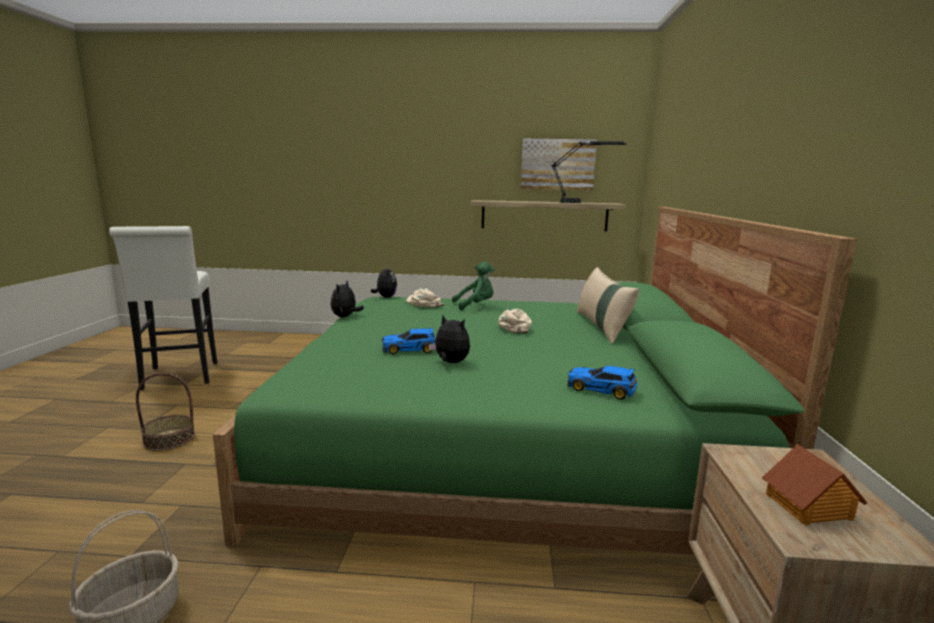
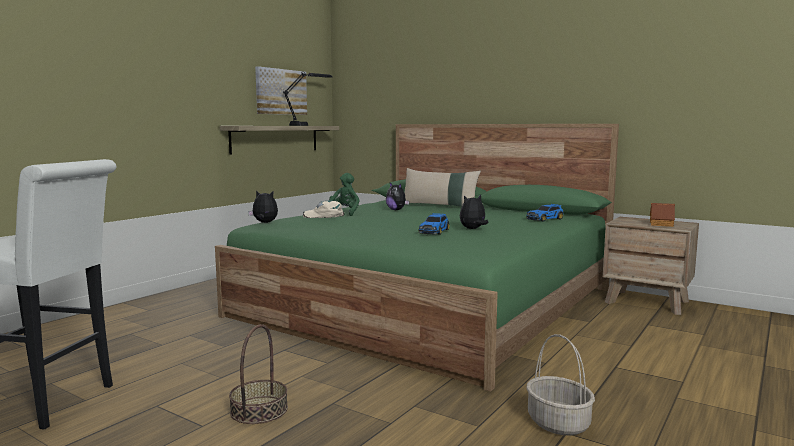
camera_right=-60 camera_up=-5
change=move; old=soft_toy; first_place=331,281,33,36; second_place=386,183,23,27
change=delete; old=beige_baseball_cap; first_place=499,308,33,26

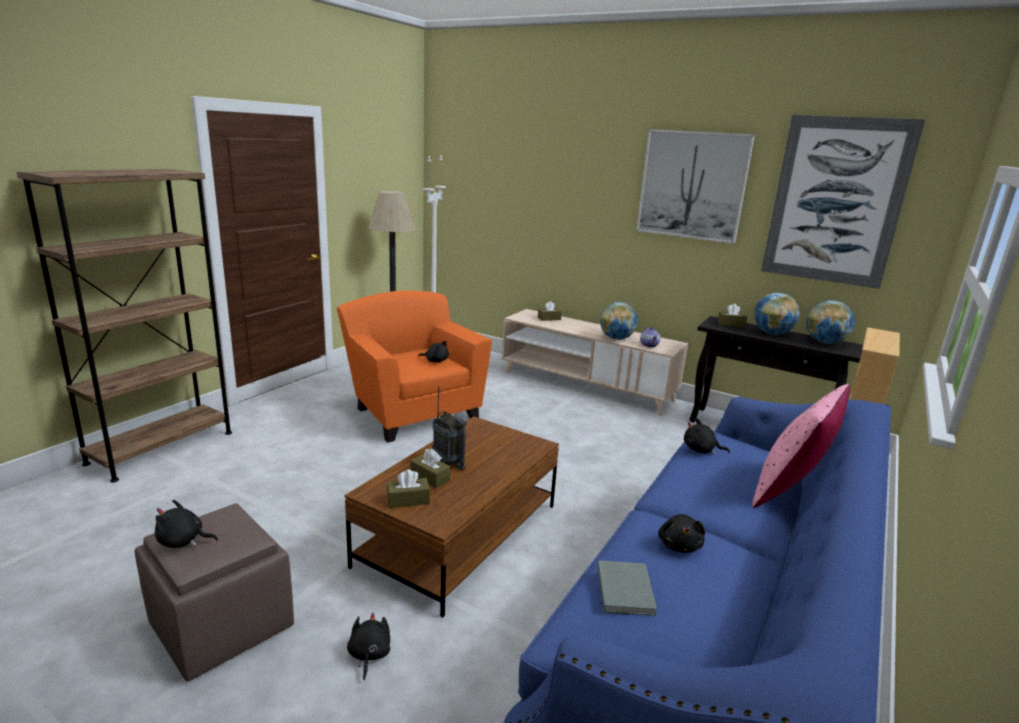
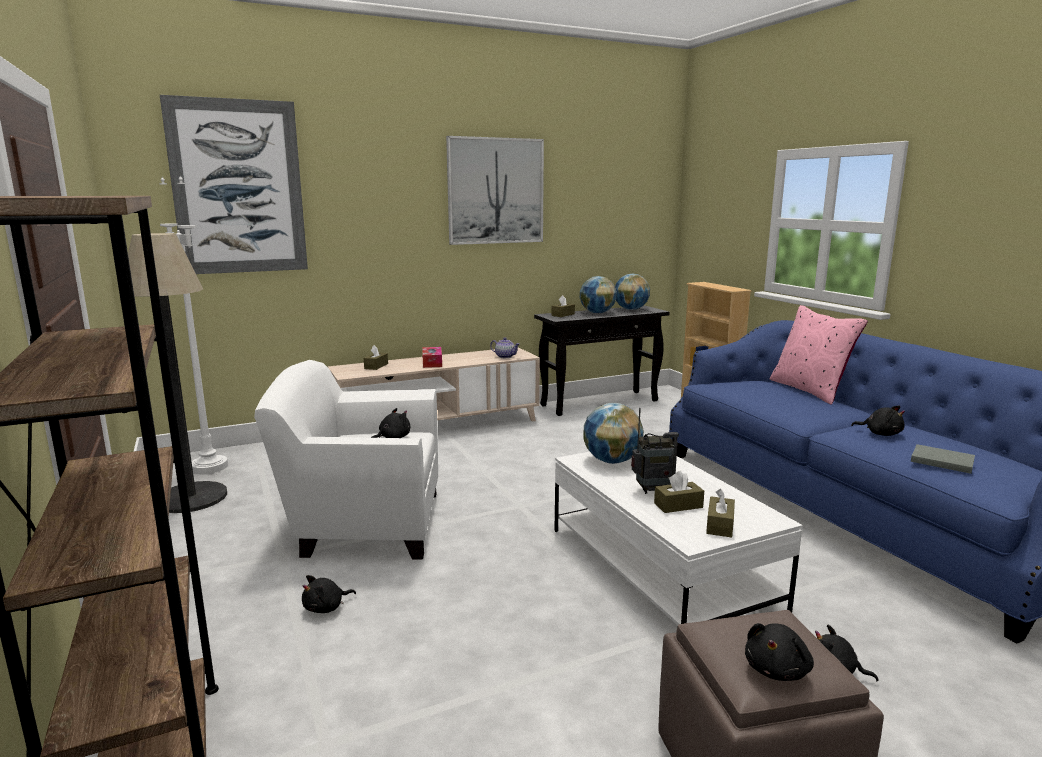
camera_right=-55 camera_up=-5
change=recolor; old=orangey_armchair; new=white-coloured_armchair; first_place=337,290,155,153; second_place=254,360,184,200
change=recolor; old=brown-coloured_coffee_table; new=white-coloured_coffee_table; first_place=345,417,214,200; second_place=554,452,249,173
change=move; old=globe; first_place=600,302,38,38; second_place=583,403,61,61
change=move; old=black-coloured_soft_toy; first_place=684,418,46,36; second_place=302,575,54,38
change=move; old=wall_art; first_place=761,115,164,174; second_place=160,95,148,179
change=insert; new=tissue_box; second_place=423,347,19,21

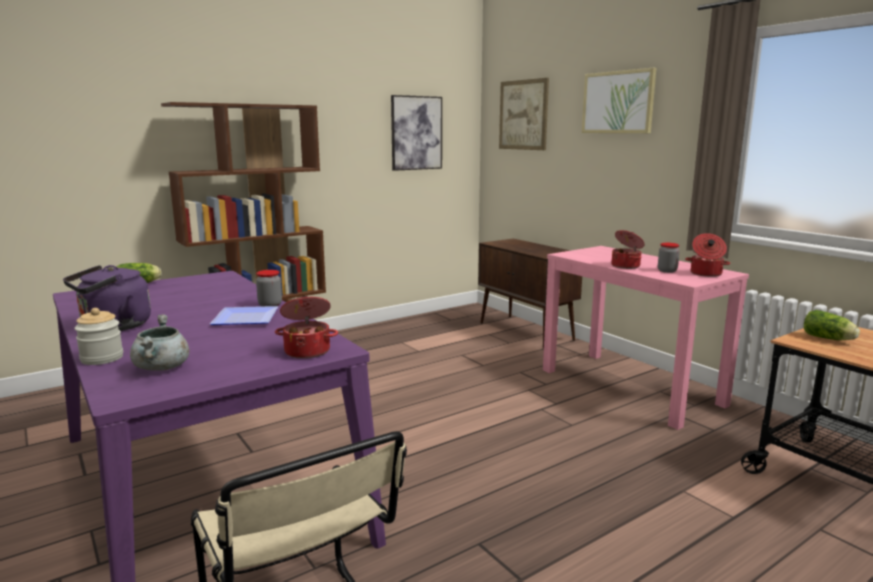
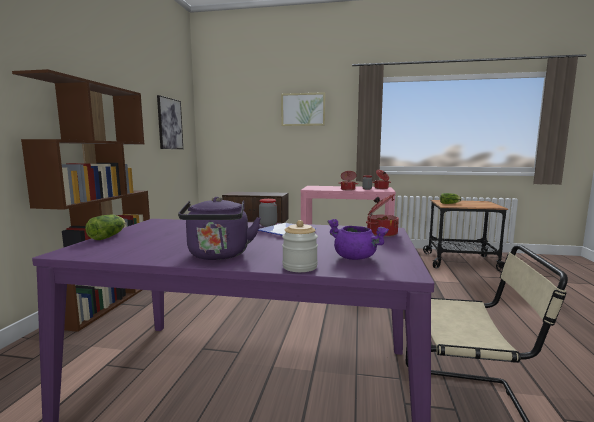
camera_right=-45 camera_up=-5
change=recolor; old=grey_cooking_pot; new=purple-coloured_cooking_pot; first_place=130,314,59,57; second_place=327,219,62,41
change=delete; old=wall_art; first_place=499,78,50,72

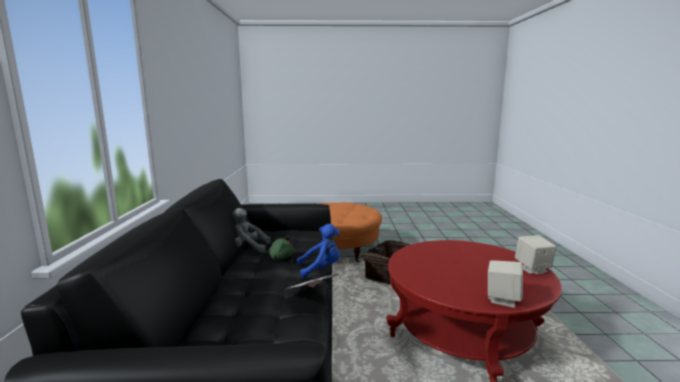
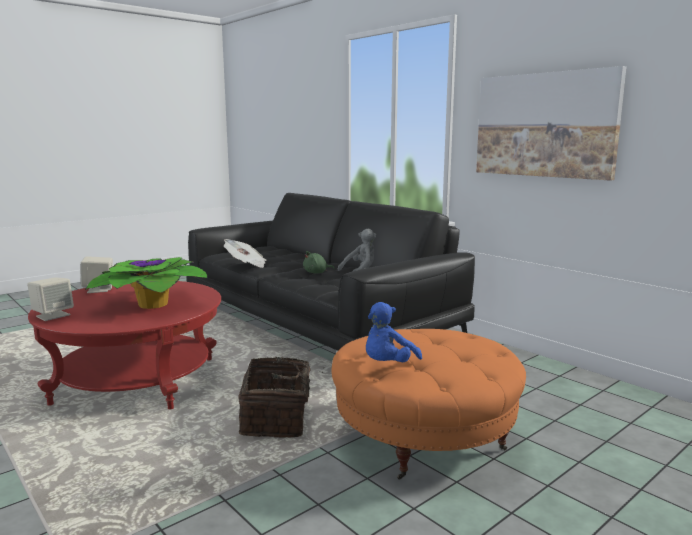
camera_right=140 camera_up=0
change=move; old=bluish_soft_toy; first_place=297,224,43,54; second_place=366,302,56,60
change=insert; new=houseplant; second_place=85,257,123,52
change=insert; new=wall_art; second_place=476,66,151,115

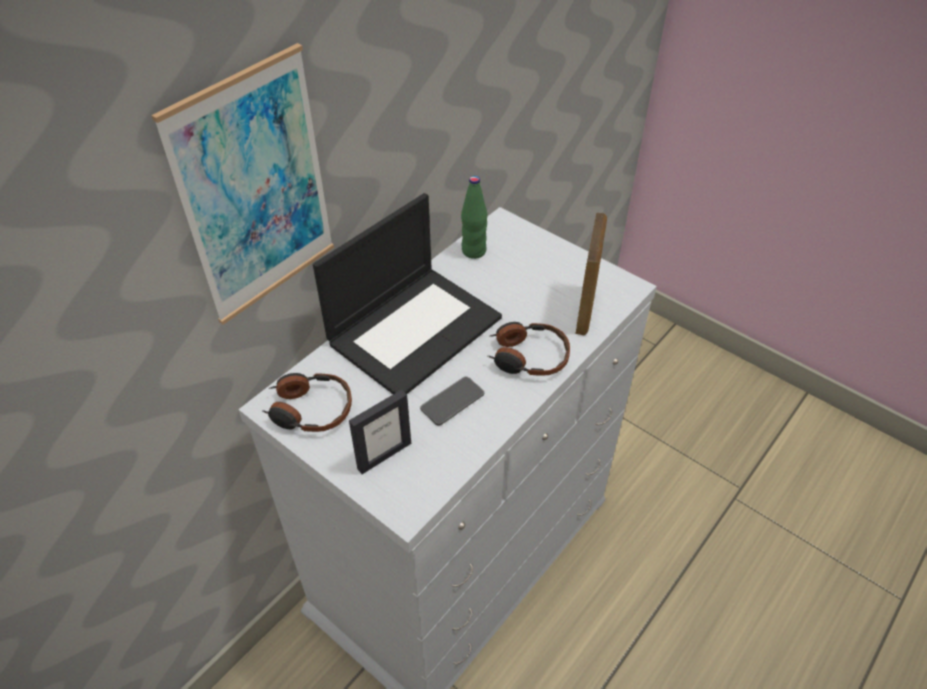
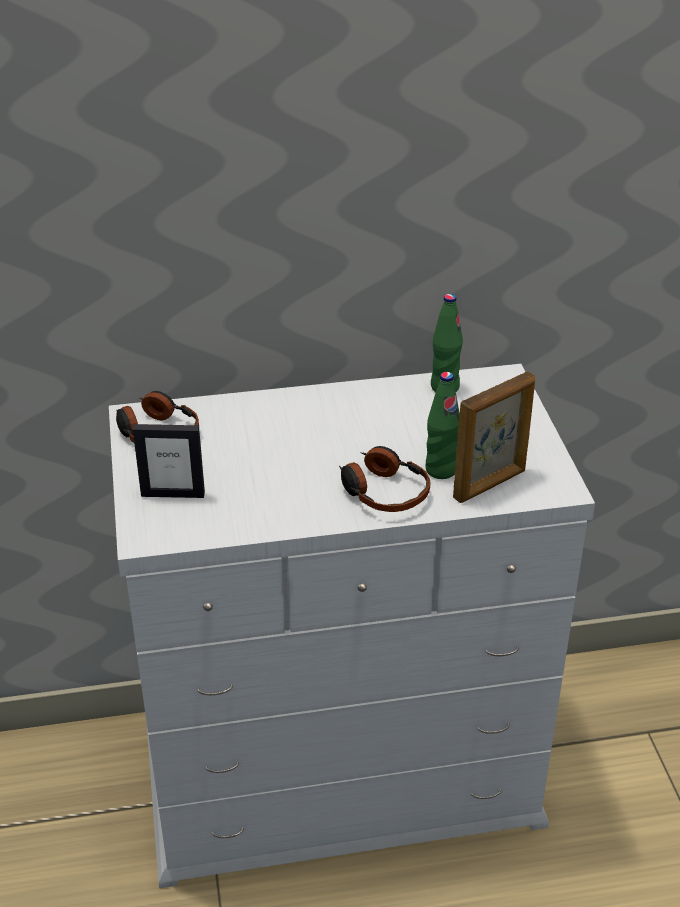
camera_right=40 camera_up=-10
change=delete; old=wall_art; first_place=151,43,183,282
change=delete; old=notebook_computer; first_place=313,193,189,201
change=delete; old=telephone; first_place=420,376,64,50
change=insert; new=green_beverage_bottle; second_place=425,372,35,107

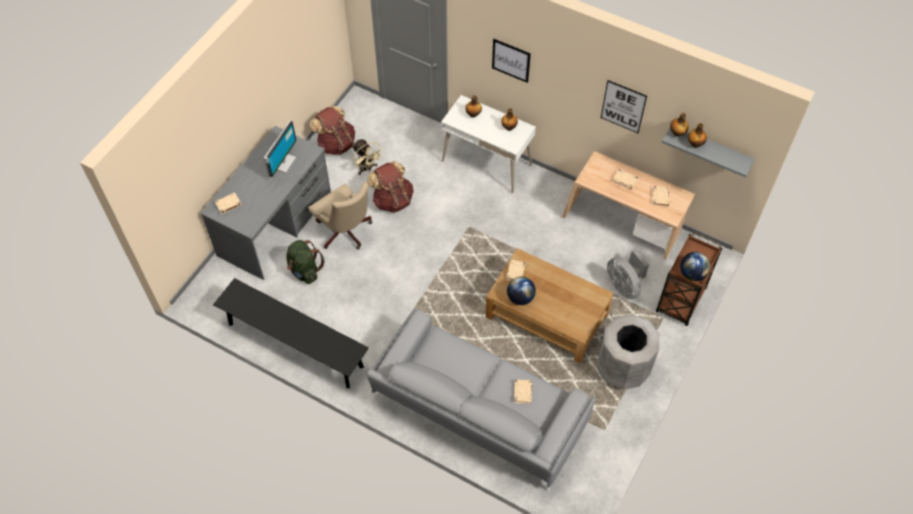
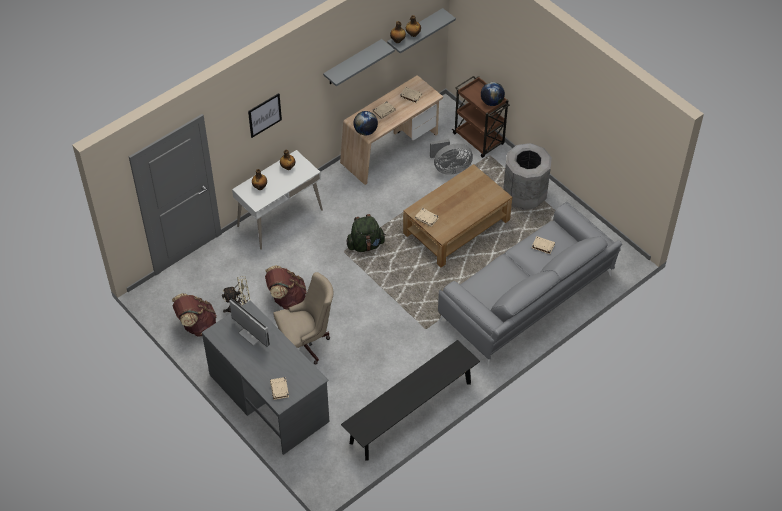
camera_right=-70 camera_up=-5
change=move; old=green_knapsack; first_place=286,240,38,44; second_place=346,214,40,38
change=move; old=globe; first_place=507,276,29,29; second_place=353,111,25,24
change=replace; old=wall_art; new=grey_bracket_shelf; first_place=601,80,46,53; second_place=323,39,72,47

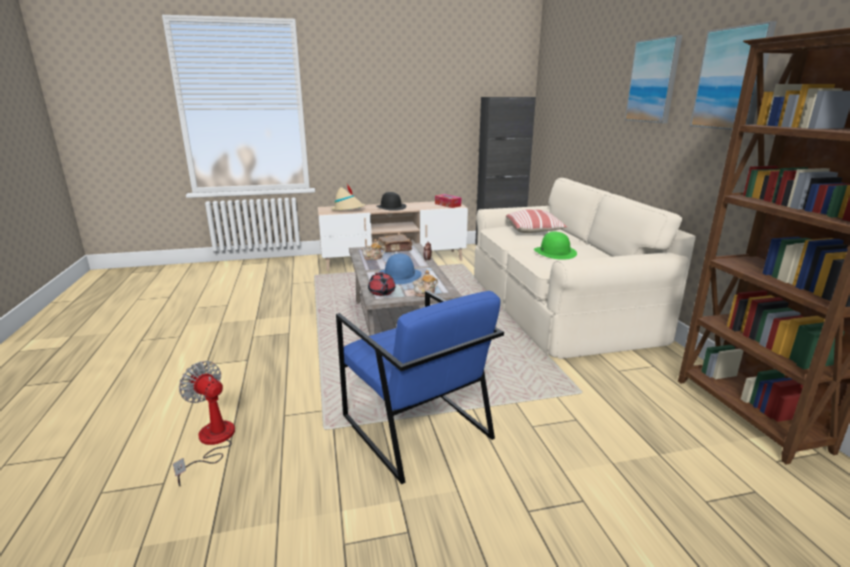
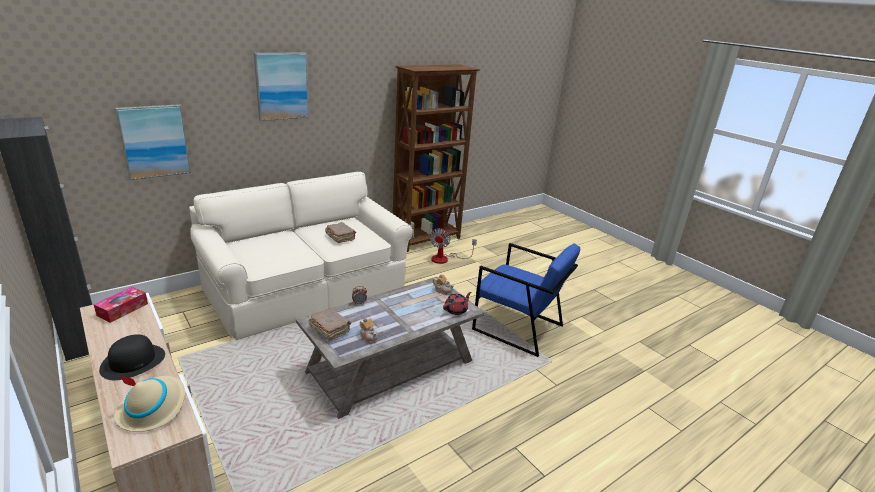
camera_right=-115 camera_up=5
change=move; old=electric_fan; first_place=173,361,62,125; second_place=429,228,48,36
change=rotate; old=bluish_armchair; first_place=336,291,168,193; second_place=472,243,108,114; degrees=90
change=delete; old=bluish_wearable_hat; first_place=378,253,44,31
change=delete; old=cushion; first_place=506,209,61,24
change=replace; old=green_wearable_hat; new=brown-coloured_bound_book; first_place=534,231,43,29; second_place=325,222,31,21
change=move; old=wall_art; first_place=690,21,87,109; second_place=115,104,76,76

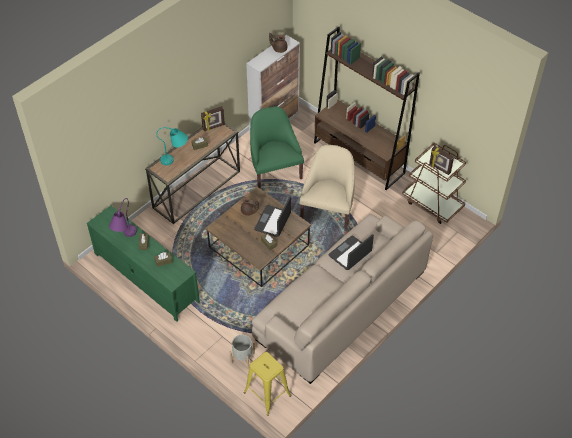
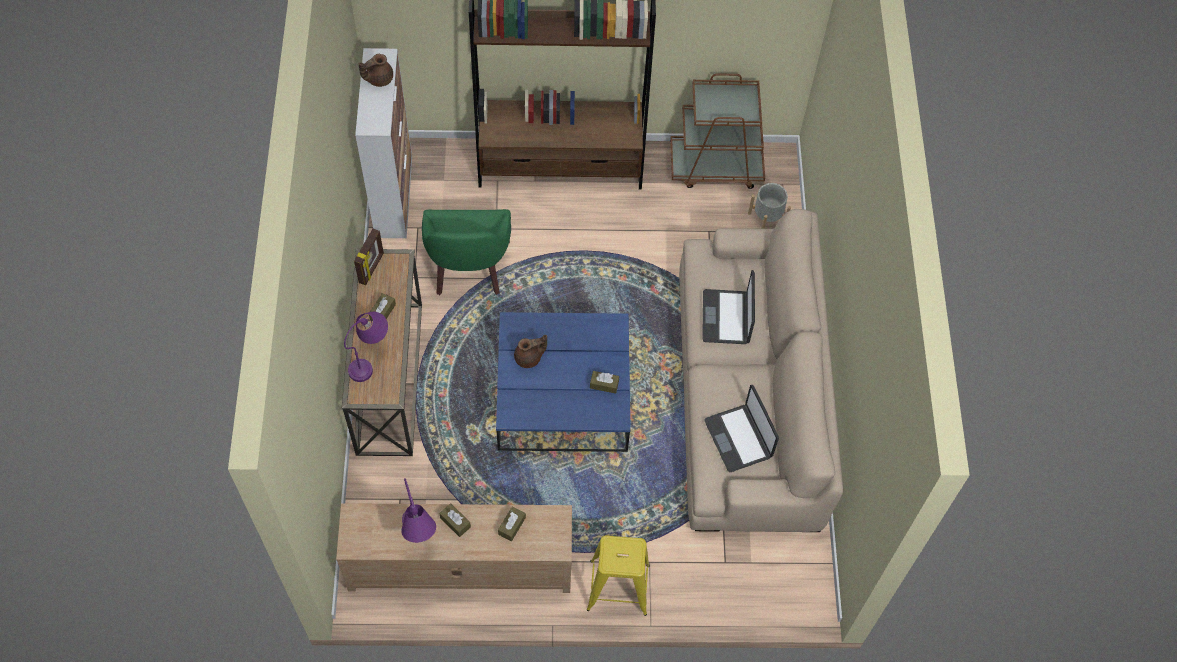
camera_right=-45 camera_up=10
change=recolor; old=green_media_console; new=beige_media_console; first_place=87,205,113,117; second_place=336,503,236,90
change=recolor; old=turquoise-coloured_lamp_for_a_table; new=purple-coloured_lamp_for_a_table; first_place=156,127,32,38; second_place=344,312,44,70
change=recolor; old=brown-coloured_coffee_table; new=bluish_coffee_table; first_place=206,187,105,100; second_place=496,312,135,140
change=move; old=grey_plant_pot; first_place=230,335,25,34; second_place=748,183,43,46
change=move; old=yellowish_sitting_stool; first_place=244,352,47,64; second_place=587,535,63,81
change=rotate; old=green_armchair; first_place=250,107,54,82; second_place=422,209,89,86; degrees=-120
change=move; old=notebook_computer; first_place=254,196,37,41; second_place=704,385,75,87
change=delete; old=beige_armchair; first_place=300,145,55,84
change=delete; old=standing_frame; first_place=429,146,25,29

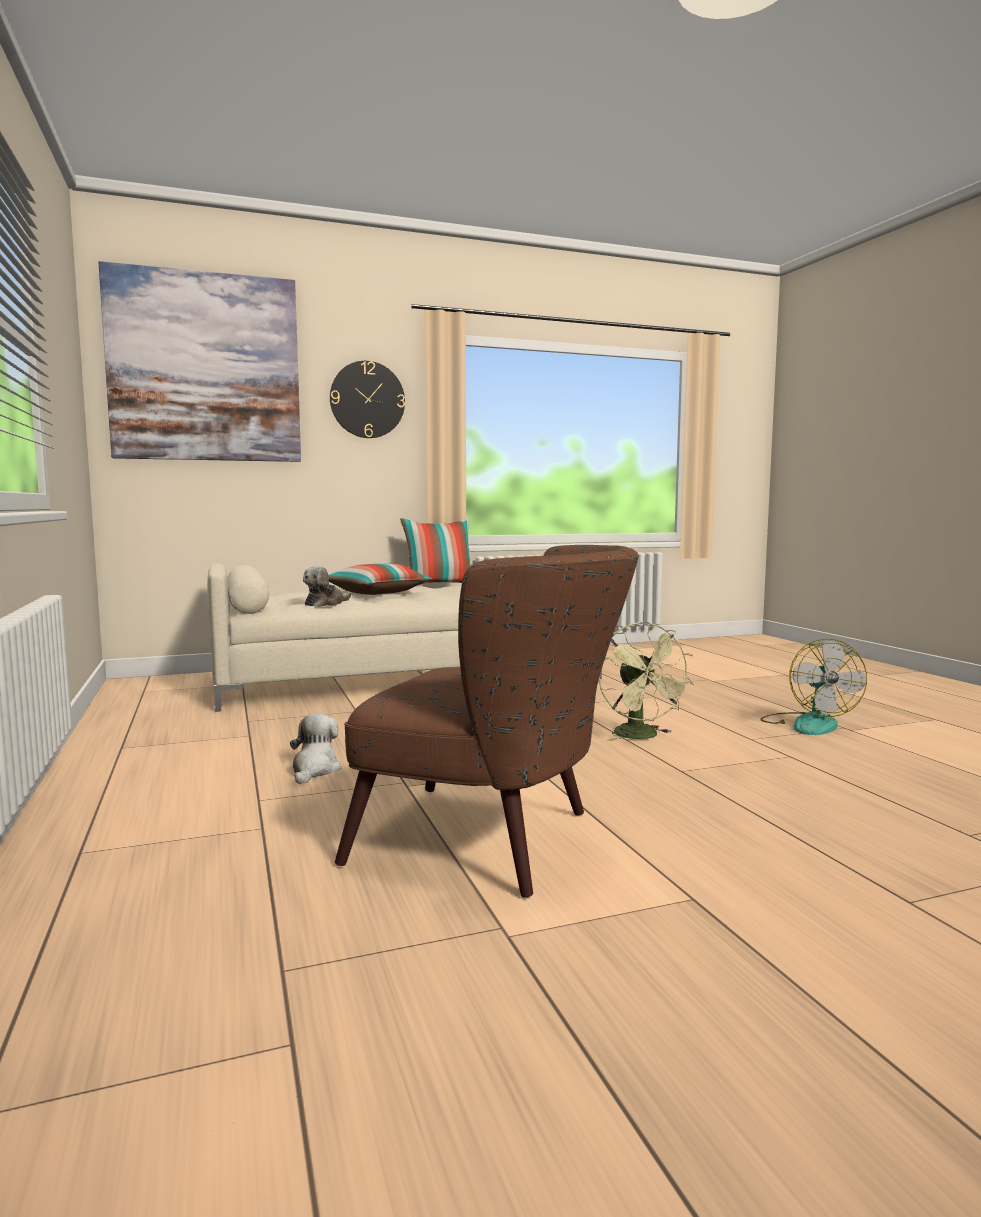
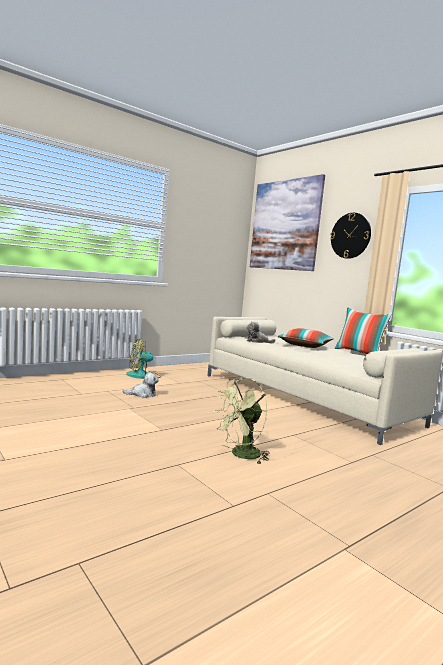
camera_right=70 camera_up=0
change=delete; old=brown-coloured_armchair; first_place=335,545,304,353
change=move; old=electric_fan; first_place=760,638,107,97; second_place=126,338,35,41

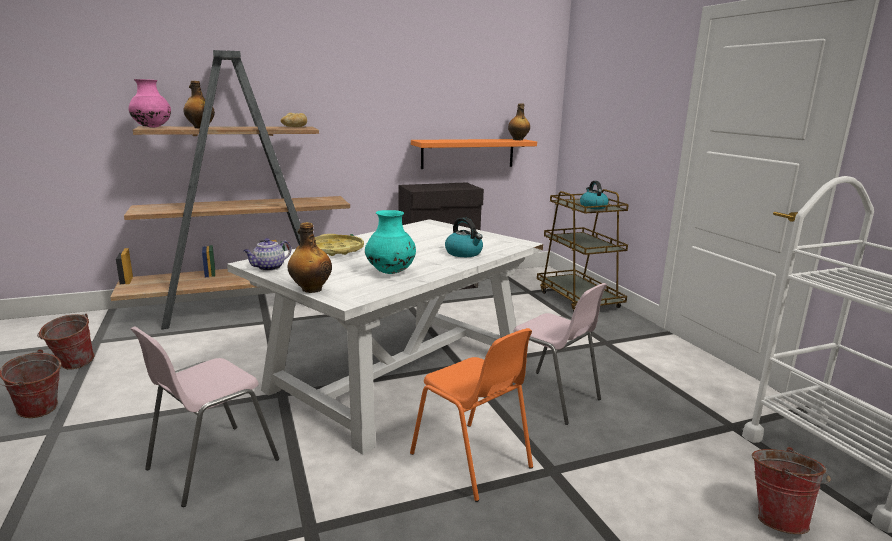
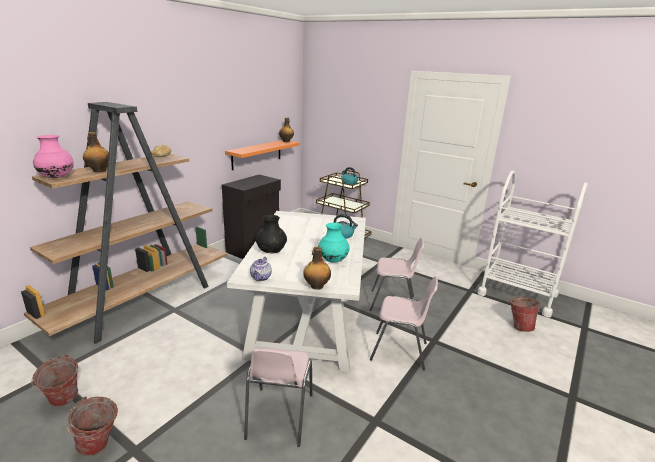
camera_right=-35 camera_up=5
change=replace; old=yellowish_serving_tray; new=black-coloured_flower_vase; first_place=315,234,49,22; second_place=256,215,31,38
change=recolor; old=orangey_upright_chair; new=pink-coloured_upright_chair; first_place=410,328,123,174; second_place=370,276,68,95

